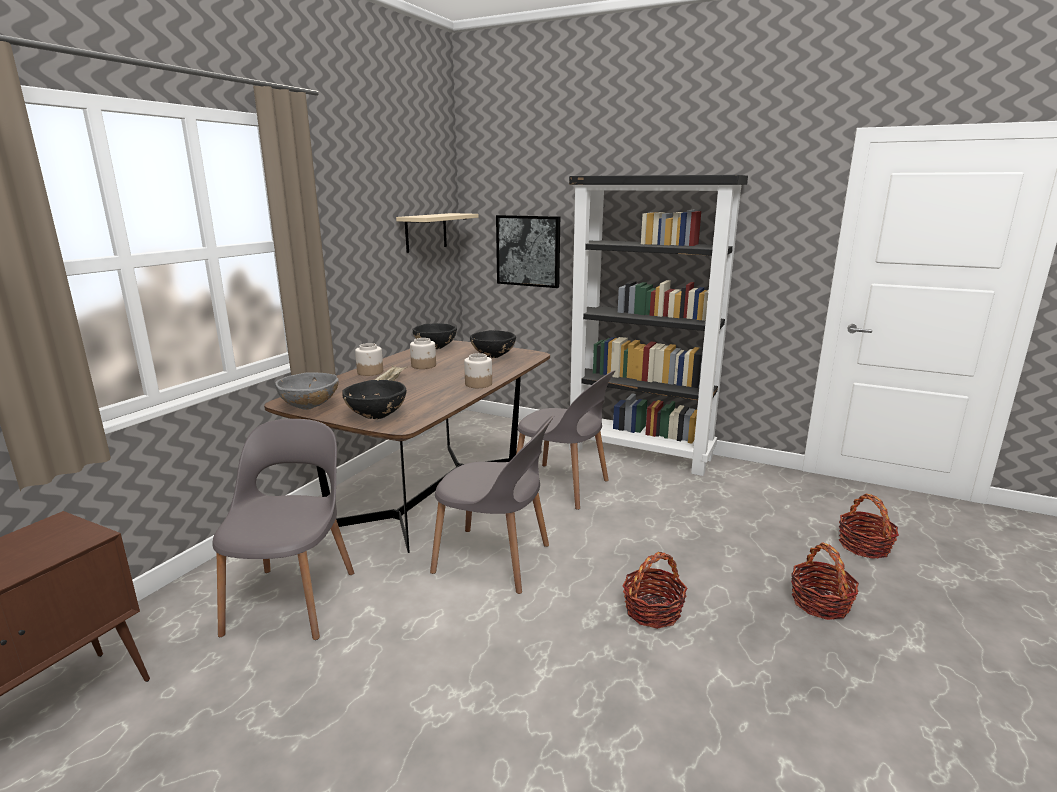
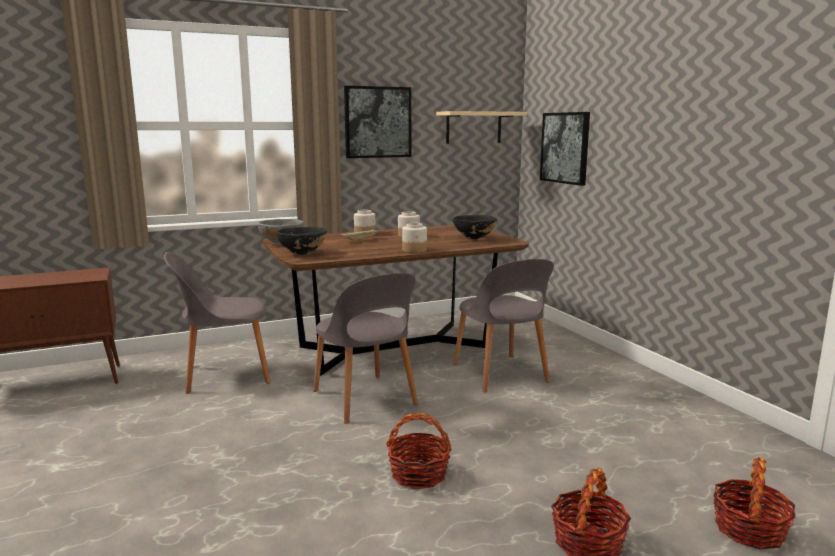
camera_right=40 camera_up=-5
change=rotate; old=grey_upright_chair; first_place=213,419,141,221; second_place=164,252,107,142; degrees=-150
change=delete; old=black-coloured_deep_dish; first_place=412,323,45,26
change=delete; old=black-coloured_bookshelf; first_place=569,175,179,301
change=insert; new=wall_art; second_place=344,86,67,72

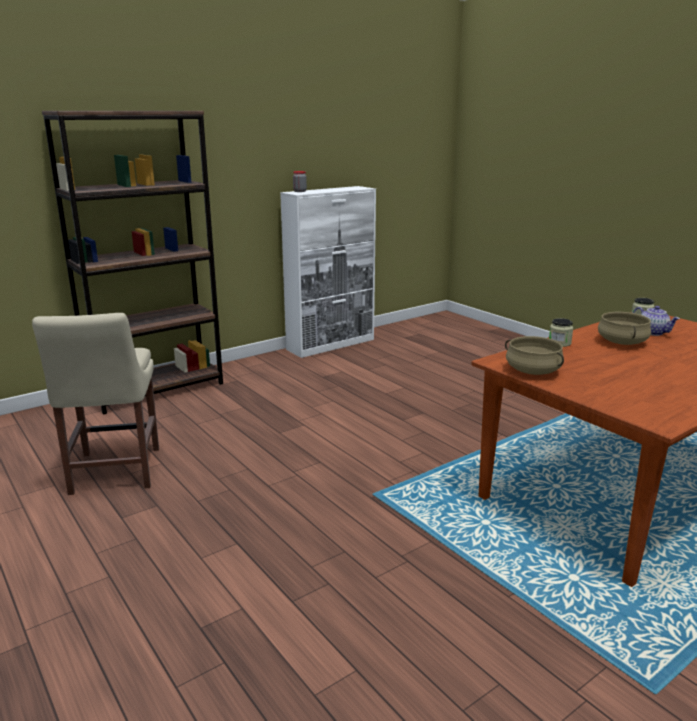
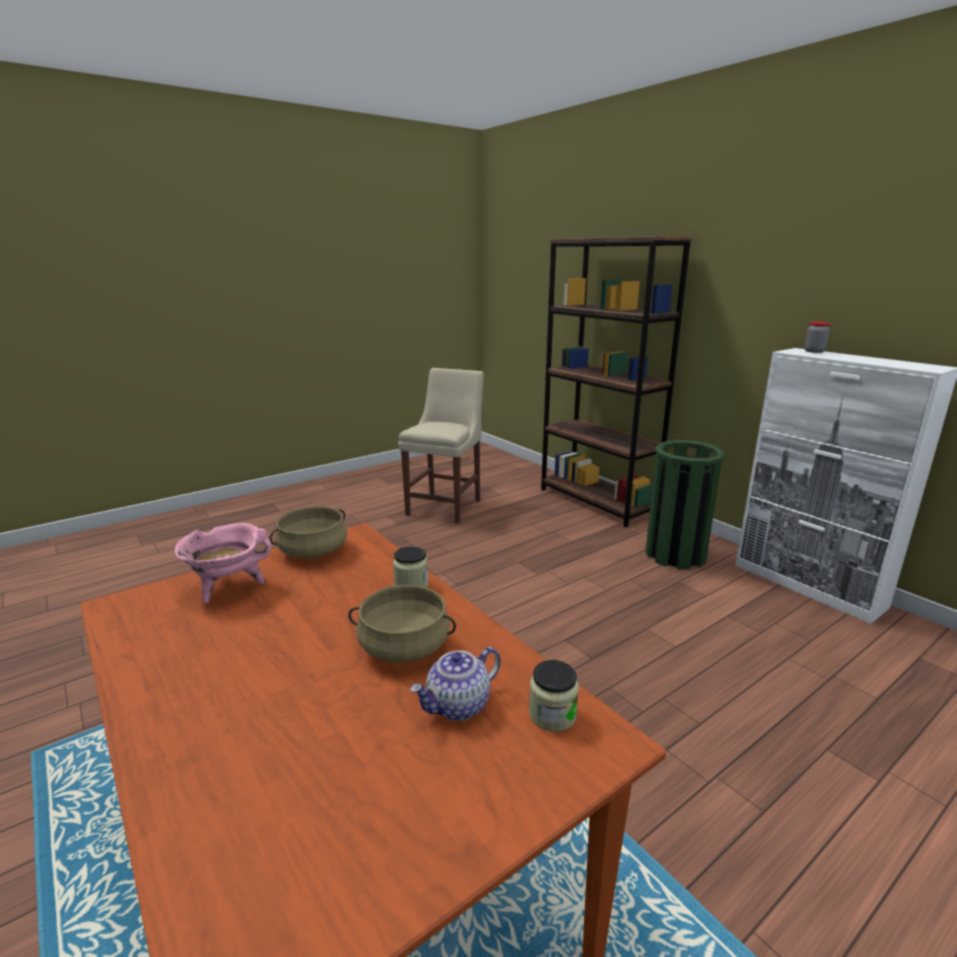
camera_right=90 camera_up=0
change=rotate; old=beige_upright_chair; first_place=32,313,127,182; second_place=398,368,86,156; degrees=120
change=insert; new=pink-coloured_cooking_pot; second_place=175,523,97,81
change=insert; new=green_waste_bin; second_place=645,440,80,129

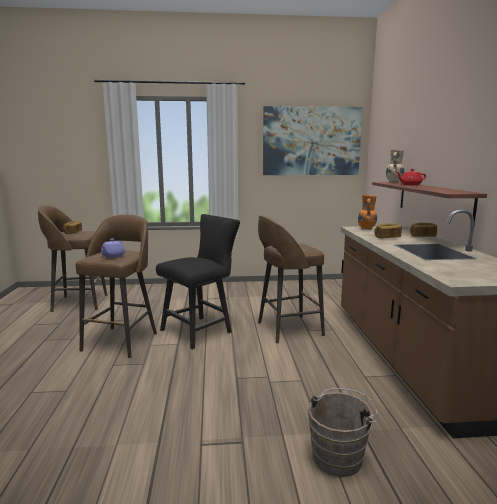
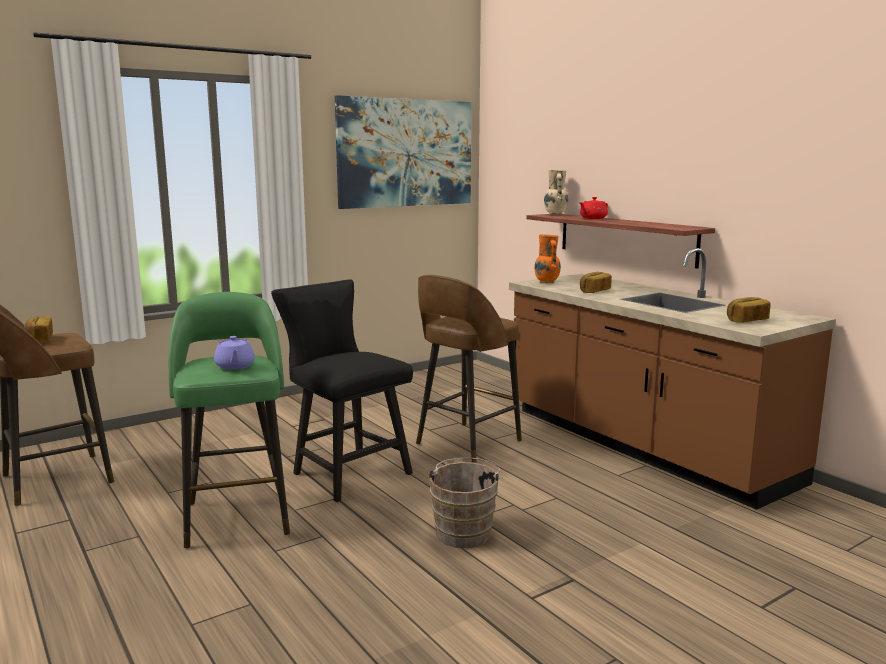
camera_right=-30 camera_up=0
change=recolor; old=brown-coloured_sitting_stool; new=green_sitting_stool; first_place=76,214,81,144; second_place=169,292,121,257
change=rotate; old=black-coloured_upright_chair; first_place=156,214,84,135; second_place=271,279,142,223; degrees=-60
change=move; old=brown-coloured_pail; first_place=308,388,69,89; second_place=427,458,77,90
change=move; old=bakery_bread; first_place=410,223,27,14; second_place=727,297,44,26

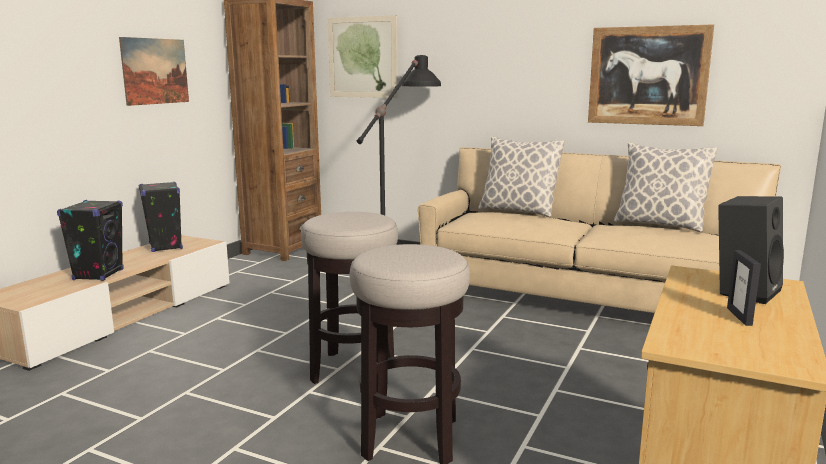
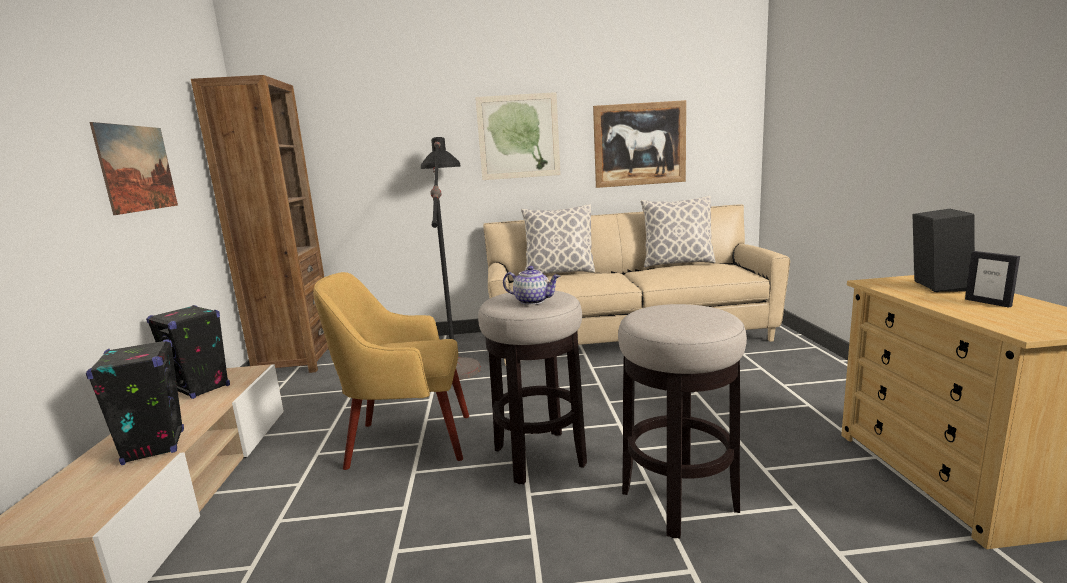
camera_right=-30 camera_up=0
change=move; old=wall_art; first_place=328,15,70,83; second_place=475,92,86,88
change=insert; new=yellowish_armchair; second_place=313,272,156,198
change=insert; new=pot_for_tea; second_place=503,266,57,39

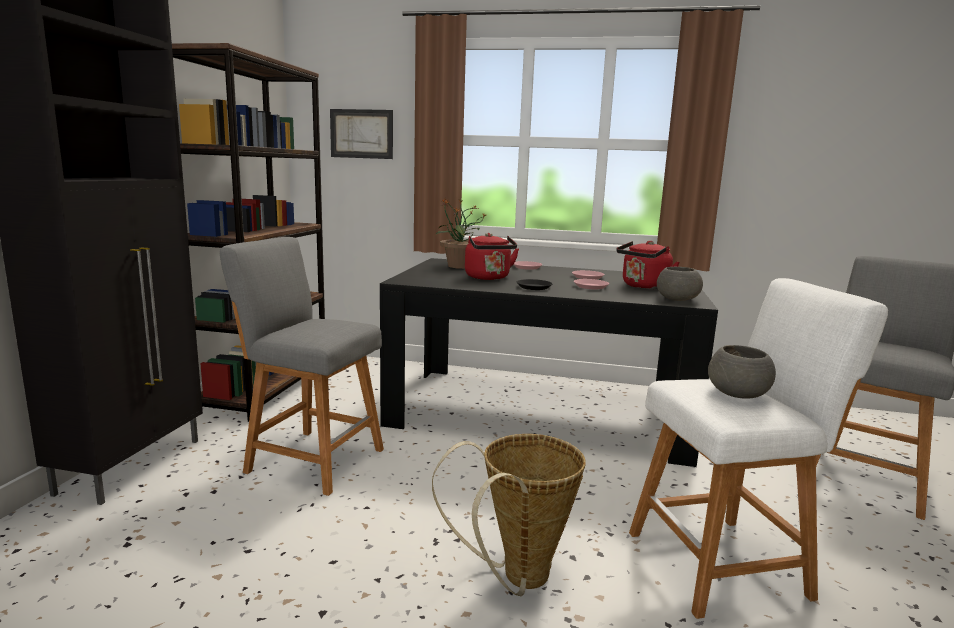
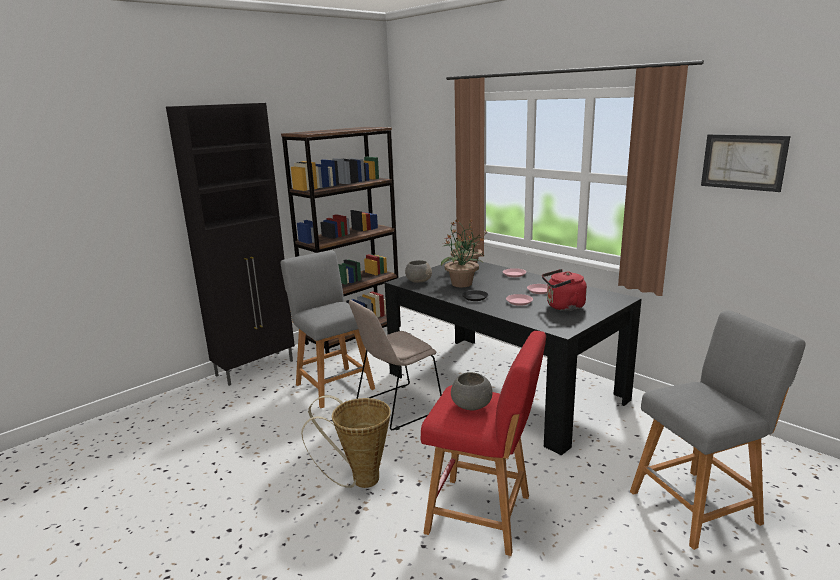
camera_right=35 camera_up=5
change=move; old=wall_art; first_place=330,109,63,50; second_place=701,134,89,58
change=replace; old=reddish_kettle; new=houseplant; first_place=465,233,54,47; second_place=441,234,44,53
change=recolor; old=white-coloured_sitting_stool; new=reddish_sitting_stool; first_place=629,278,259,341; second_place=421,331,125,225
change=move; old=grey_deep_dish; first_place=657,267,46,34; second_place=405,260,27,23
change=insert; new=beige_upright_chair; second_place=349,300,93,130

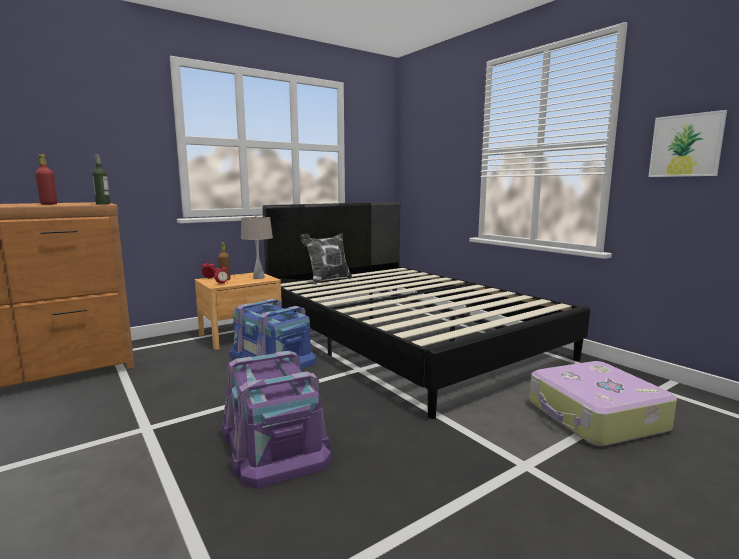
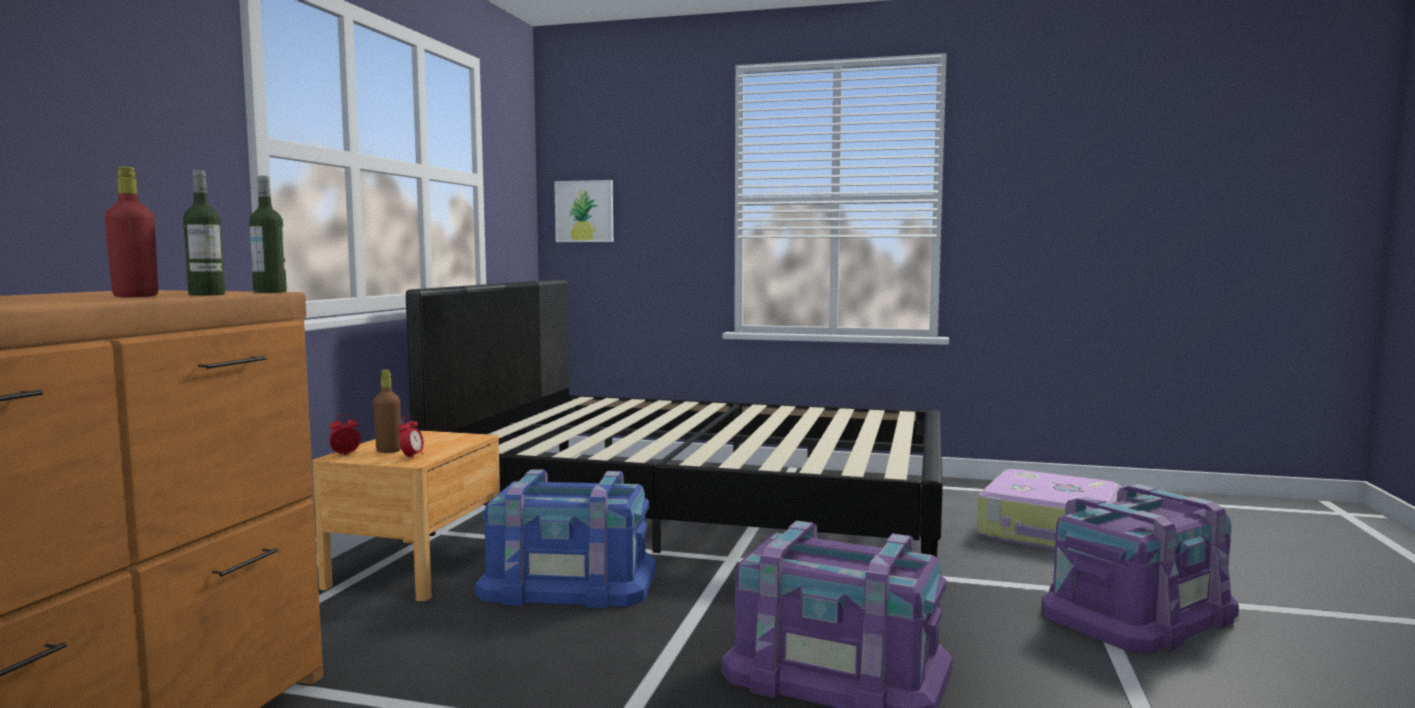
camera_right=-40 camera_up=-5
change=delete; old=beige_lamp_for_a_table; first_place=241,216,32,63
change=delete; old=cushion; first_place=301,234,51,50
change=move; old=wall_art; first_place=648,110,79,67; second_place=554,180,59,62
change=insert; new=beverage_bottle; second_place=183,170,42,126
change=insert; new=purple-coloured_storage_box; second_place=1041,484,198,169

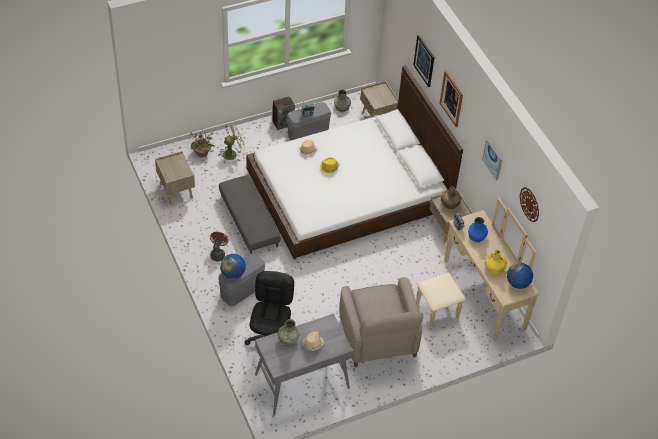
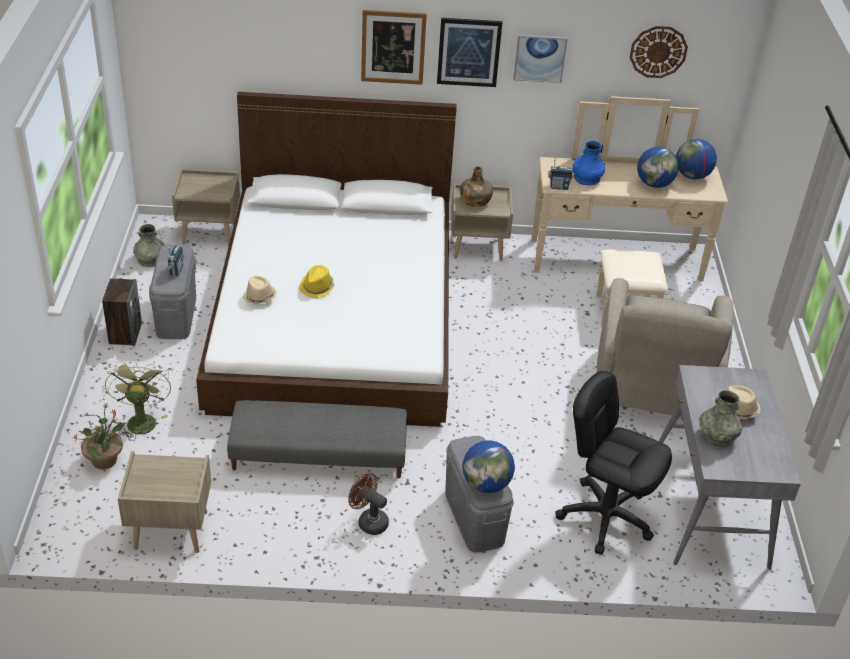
camera_right=-65 camera_up=-10
change=rotate; old=beige_armchair; first_place=339,277,84,90; second_place=597,278,136,139; degrees=90
change=move; old=wall_art; first_place=413,35,21,52; second_place=437,18,65,69
change=replace; old=yellowish_beverage_bottle; new=globe; first_place=485,250,22,24; second_place=637,147,42,41

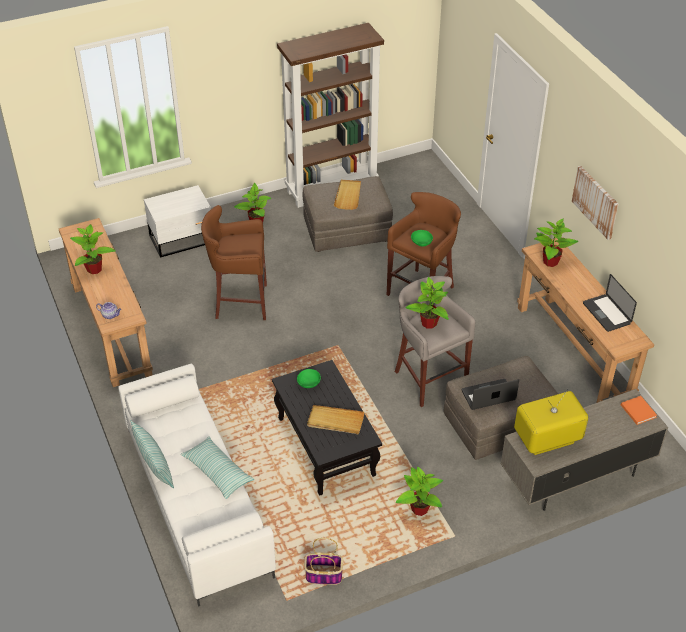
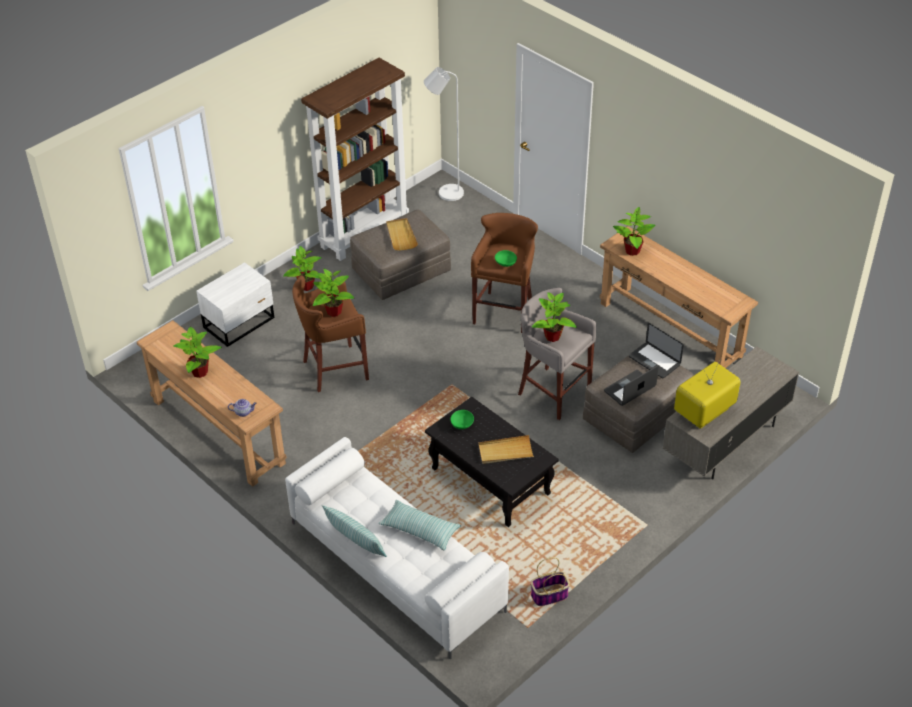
camera_right=-20 camera_up=0
change=move; old=houseplant; first_place=396,467,47,49; second_place=313,269,41,48
change=delete; old=wall_art; first_place=572,166,46,74
change=move; old=notebook_computer; first_place=583,274,54,58; second_place=629,323,55,56
change=delete; old=orangey_bound_book; first_place=621,396,36,29
change=insert; new=white-coloured_standing_lamp; second_place=424,67,40,134

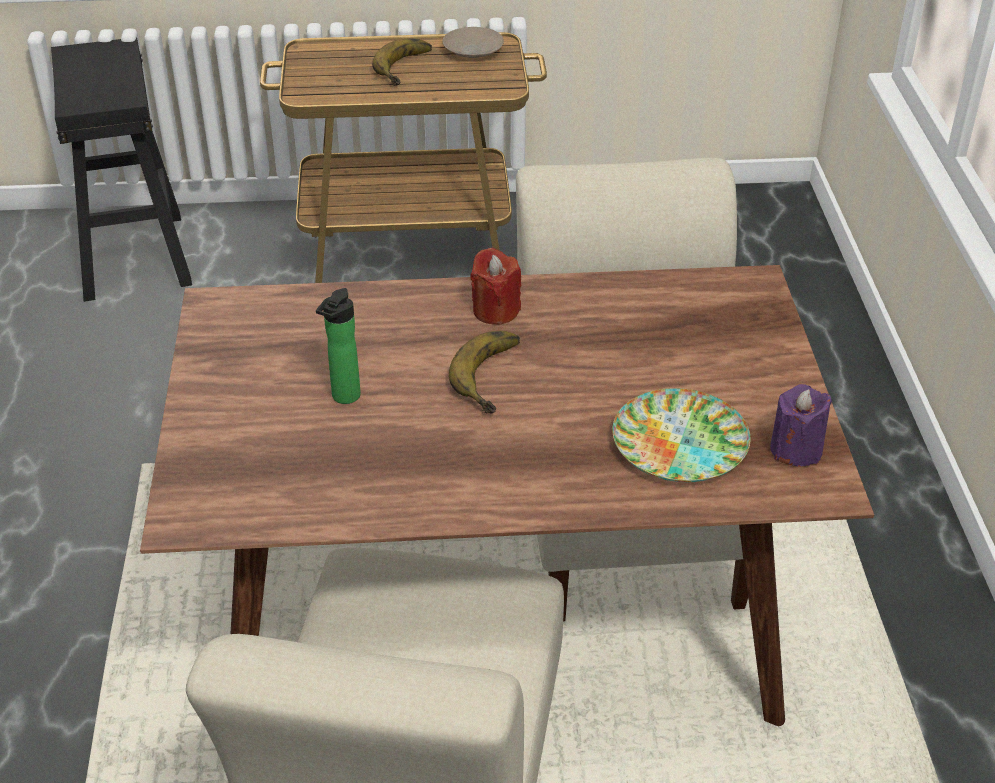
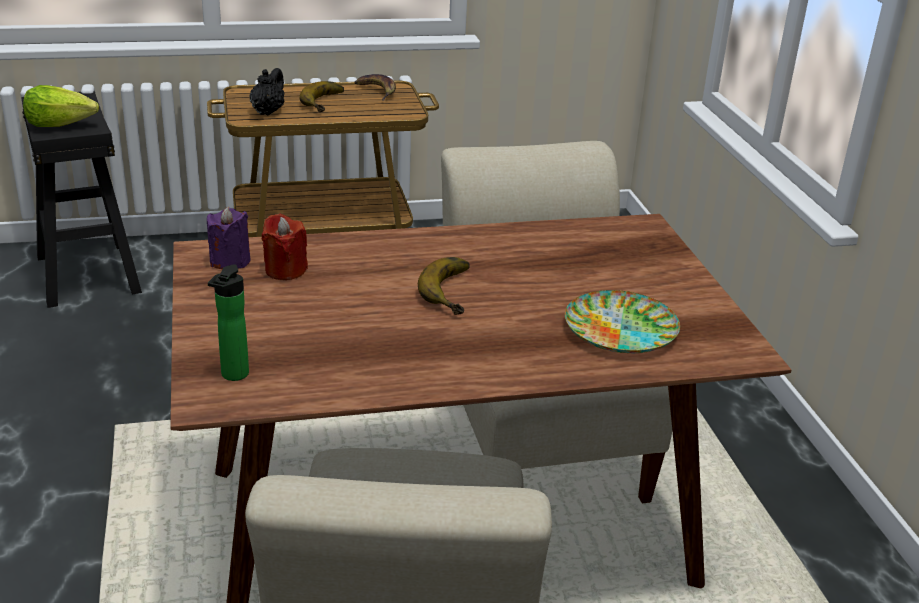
camera_right=-10 camera_up=-10
change=move; old=beverage_bottle; first_place=316,288,45,116; second_place=208,264,41,117
change=replace; old=beige_flat_dish; new=banana_fruit; first_place=443,27,61,31; second_place=355,74,41,27
change=move; old=reddish_wax_candle; first_place=470,247,52,78; second_place=262,214,46,66
change=move; old=purple-coloured_wax_candle; first_place=770,384,62,82; second_place=207,207,43,62
change=insert; new=head_of_lettuce; second_place=23,85,76,42
change=insert; new=black-coloured_pot_for_tea; second_place=250,68,35,48

